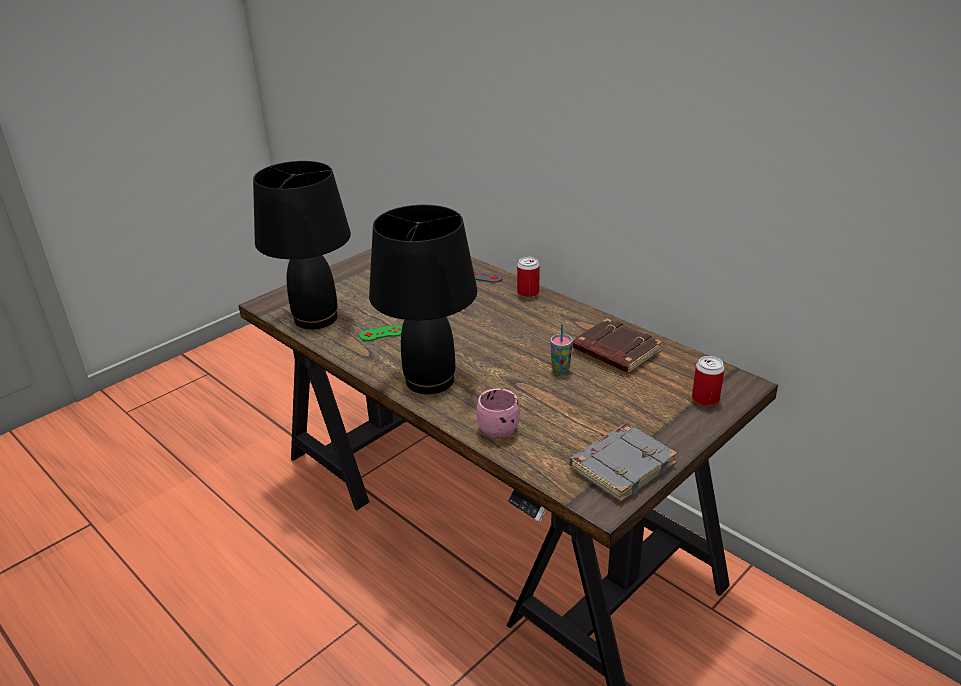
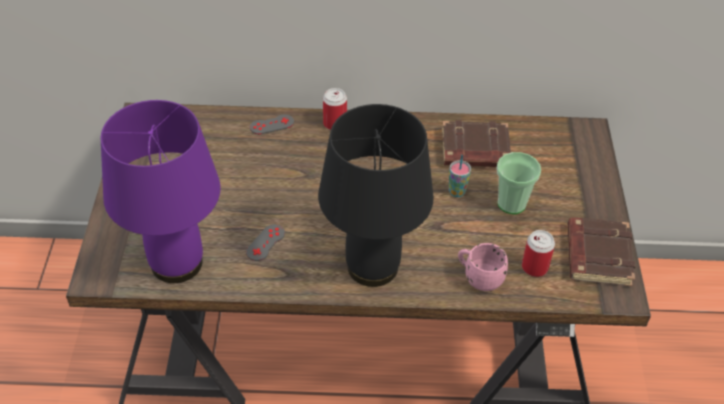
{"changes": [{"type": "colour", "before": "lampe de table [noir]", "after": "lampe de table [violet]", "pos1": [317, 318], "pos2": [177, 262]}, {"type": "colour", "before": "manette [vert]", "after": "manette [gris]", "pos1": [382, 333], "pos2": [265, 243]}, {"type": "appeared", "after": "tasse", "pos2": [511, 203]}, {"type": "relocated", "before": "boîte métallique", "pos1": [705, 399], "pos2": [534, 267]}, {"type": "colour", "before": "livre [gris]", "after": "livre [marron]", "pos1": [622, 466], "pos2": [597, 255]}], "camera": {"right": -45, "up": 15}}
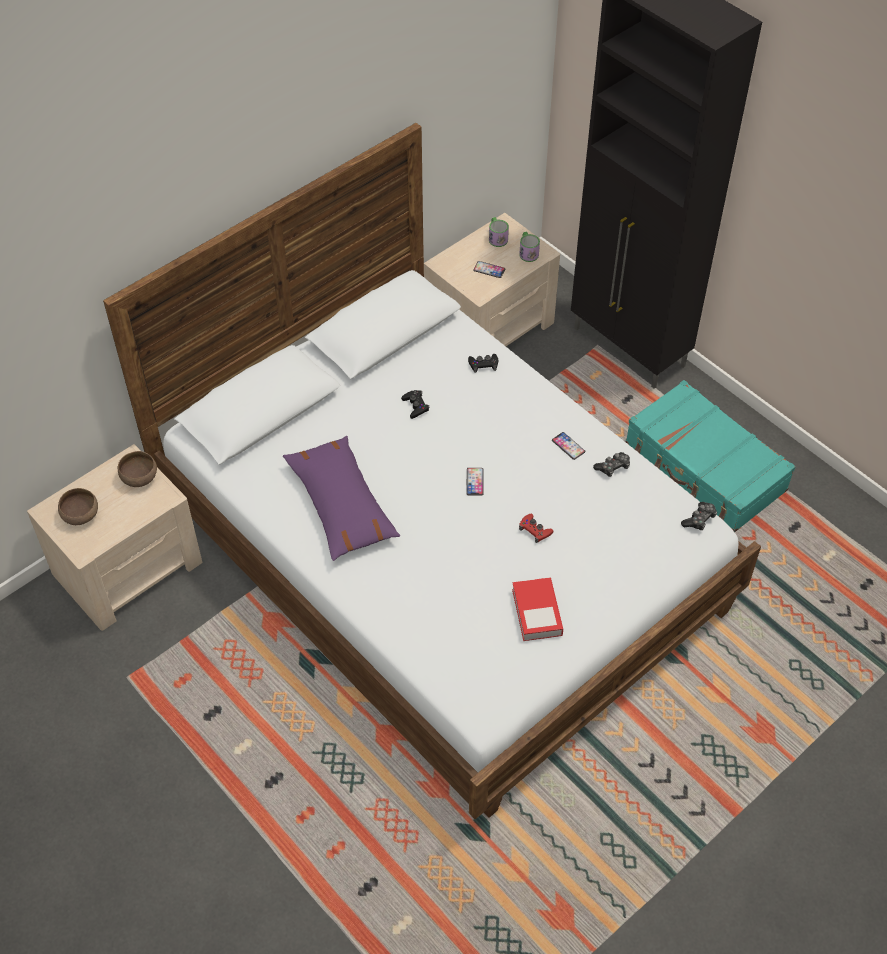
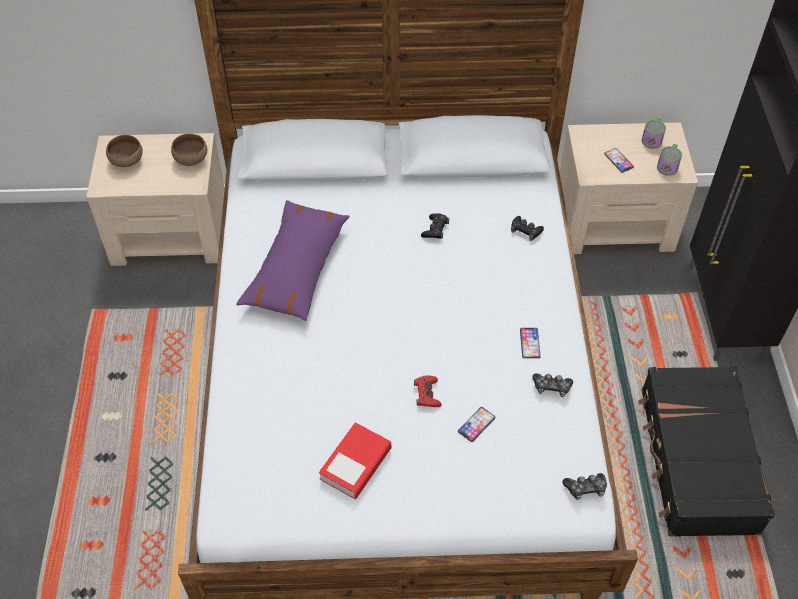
{"changes": [{"type": "relocated", "before": "téléphone", "pos1": [474, 482], "pos2": [476, 424]}, {"type": "colour", "before": "valise [turquoise]", "after": "valise [noir]", "pos1": [704, 468], "pos2": [696, 460]}], "camera": {"right": 40, "up": 0}}
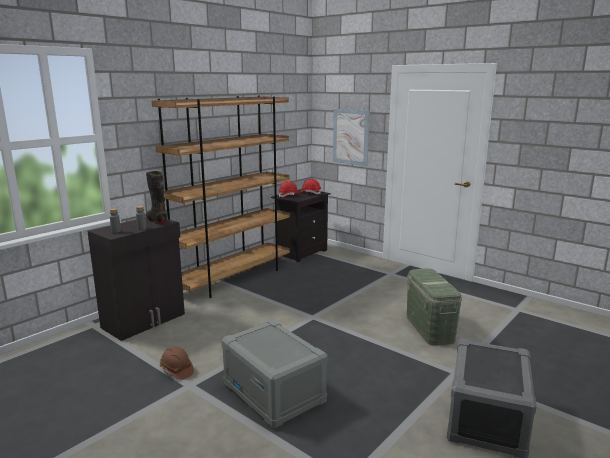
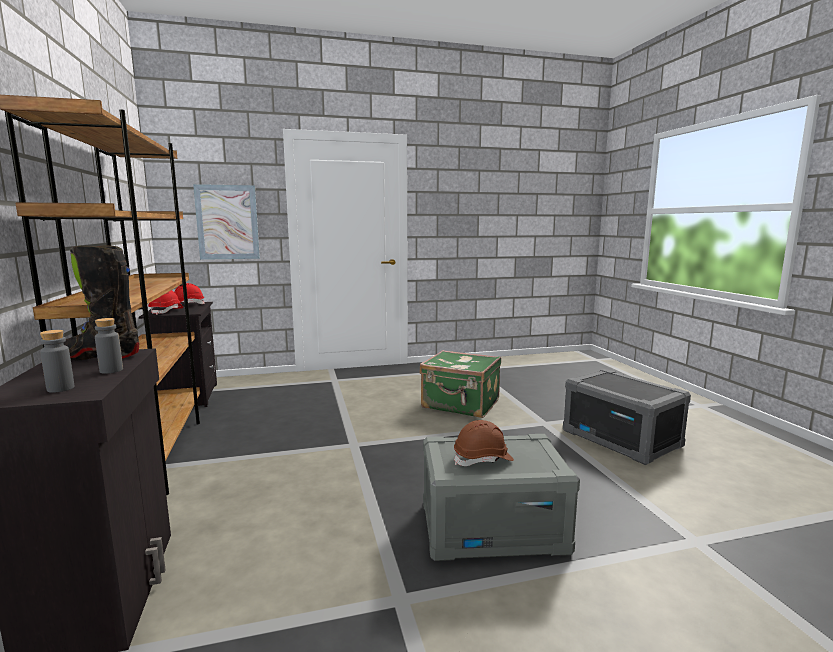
{"changes": [{"type": "exchanged", "before": "boîte de rangement [vert]", "after": "valise [vert]", "pos1": [430, 328], "pos2": [460, 405]}, {"type": "relocated", "before": "casque de chantier [marron]", "pos1": [176, 371], "pos2": [483, 459]}], "camera": {"right": -55, "up": -5}}
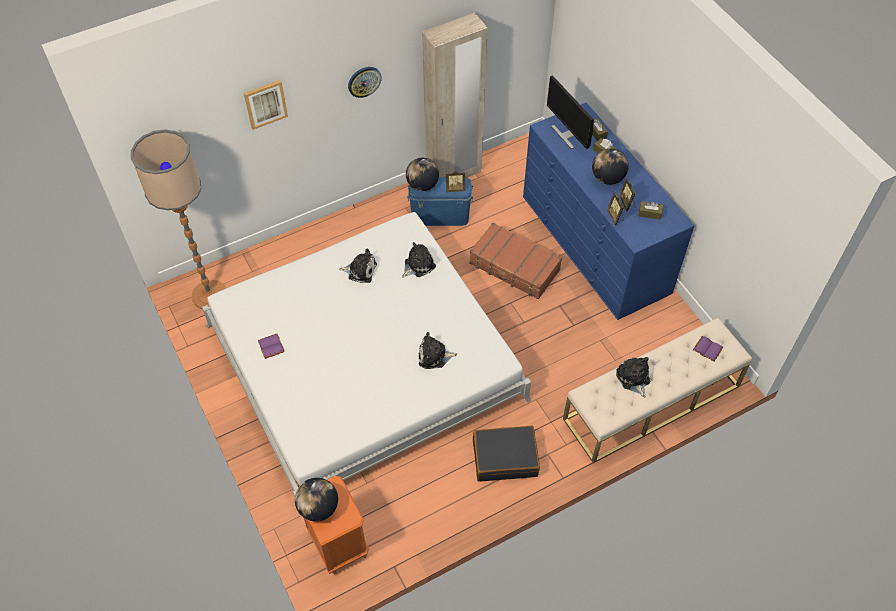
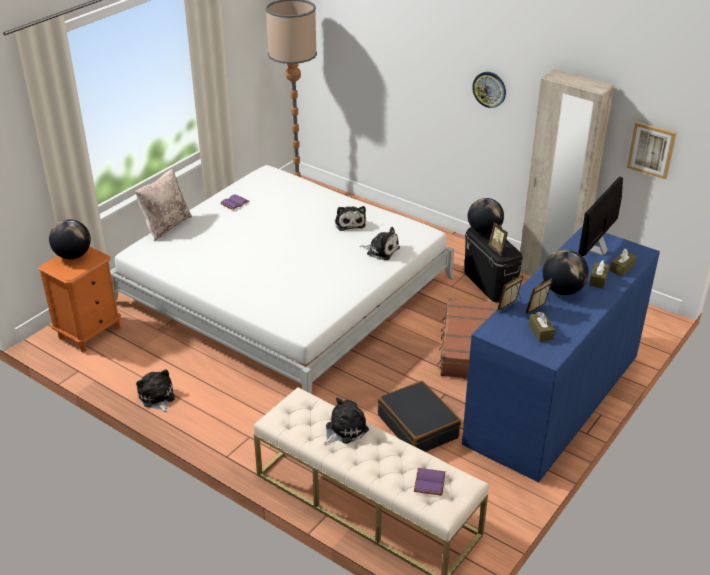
{"changes": [{"type": "appeared", "after": "coussin [beige]", "pos2": [166, 226]}, {"type": "relocated", "before": "peluche", "pos1": [434, 356], "pos2": [157, 398]}, {"type": "relocated", "before": "valise [noir]", "pos1": [505, 458], "pos2": [418, 426]}, {"type": "colour", "before": "boîte de rangement [bleu]", "after": "boîte de rangement [noir]", "pos1": [440, 215], "pos2": [490, 283]}, {"type": "relocated", "before": "tableau", "pos1": [265, 104], "pos2": [651, 149]}], "camera": {"right": 65, "up": -20}}
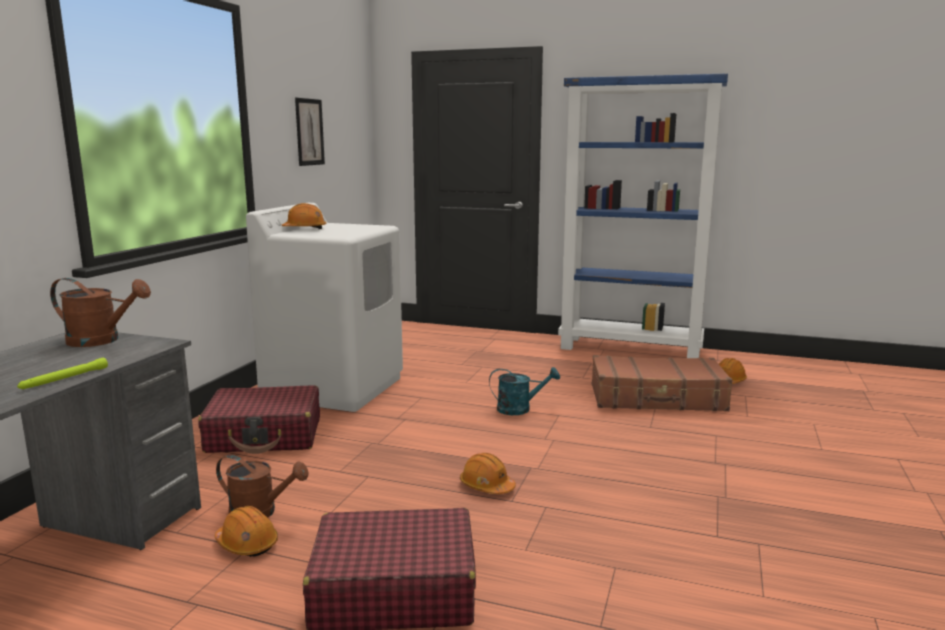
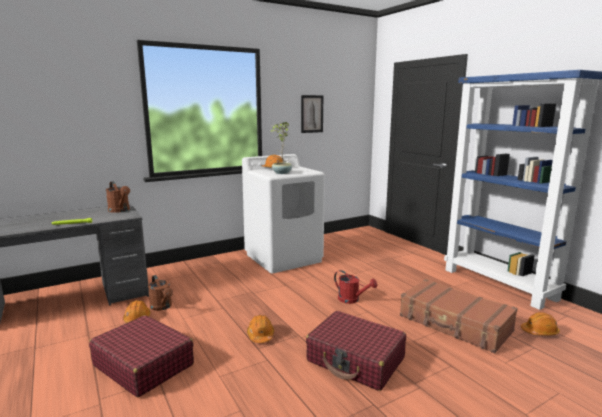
{"changes": [{"type": "appeared", "after": "plante en pot", "pos2": [281, 173]}, {"type": "relocated", "before": "valise [rouge]", "pos1": [265, 435], "pos2": [355, 360]}, {"type": "colour", "before": "arrosoir [turquoise]", "after": "arrosoir [rouge]", "pos1": [520, 409], "pos2": [352, 300]}], "camera": {"right": 40, "up": 0}}
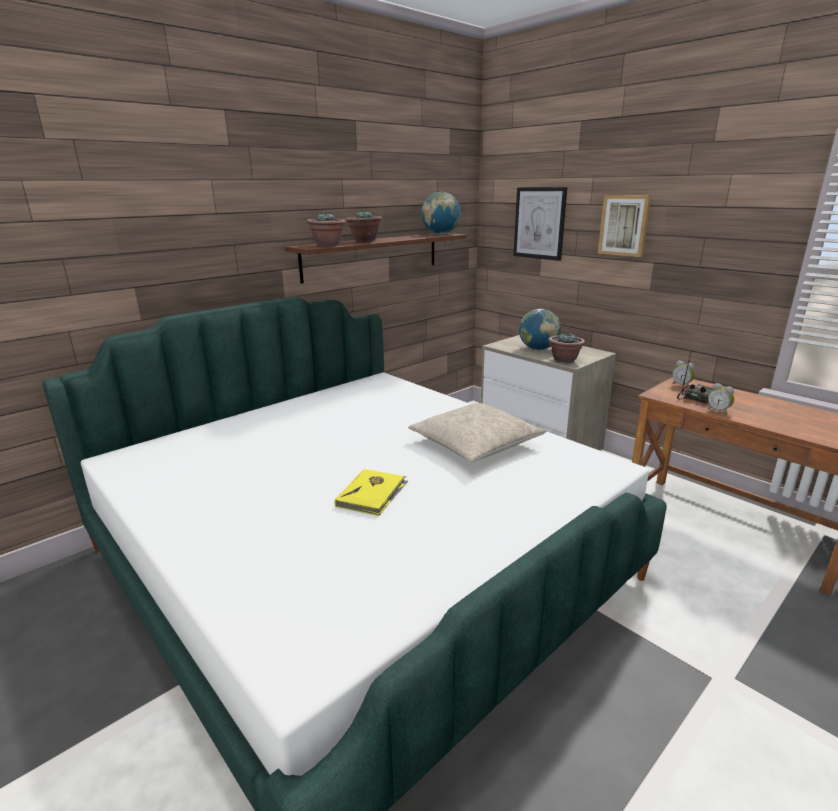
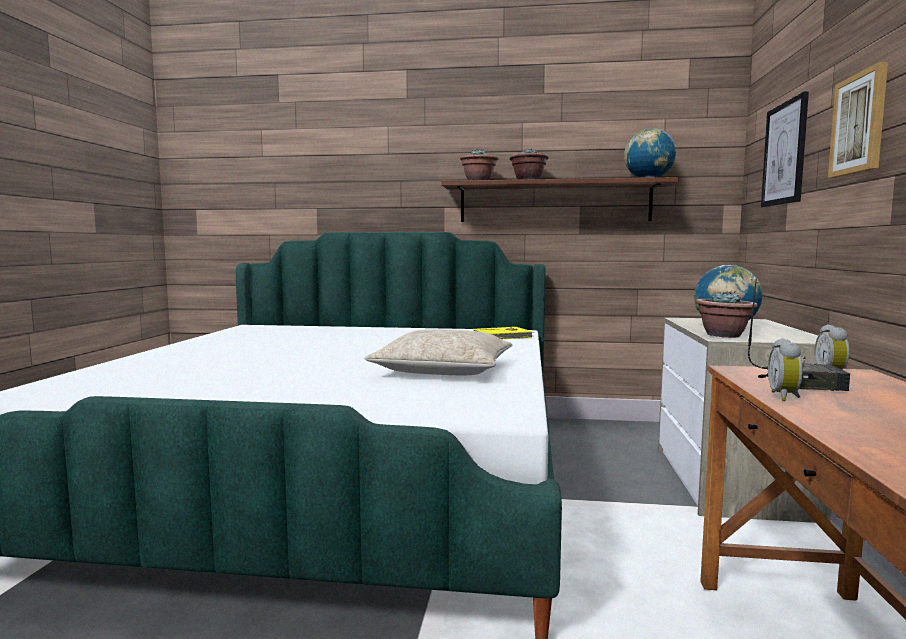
{"changes": [{"type": "relocated", "before": "livre [jaune]", "pos1": [372, 494], "pos2": [503, 336]}], "camera": {"right": 50, "up": -15}}
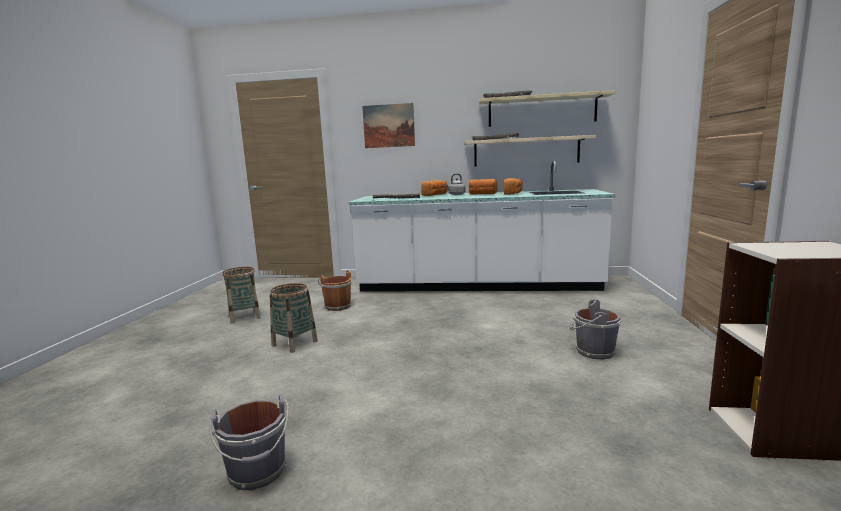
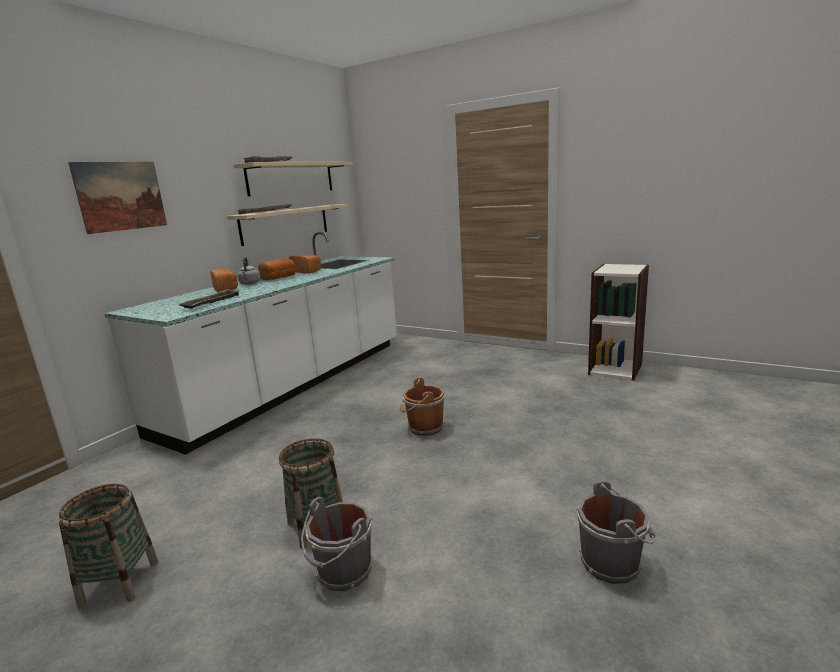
{"changes": [{"type": "relocated", "before": "seau [gris]", "pos1": [593, 351], "pos2": [343, 573]}, {"type": "relocated", "before": "seau [marron]", "pos1": [337, 306], "pos2": [424, 428]}], "camera": {"right": -65, "up": 5}}
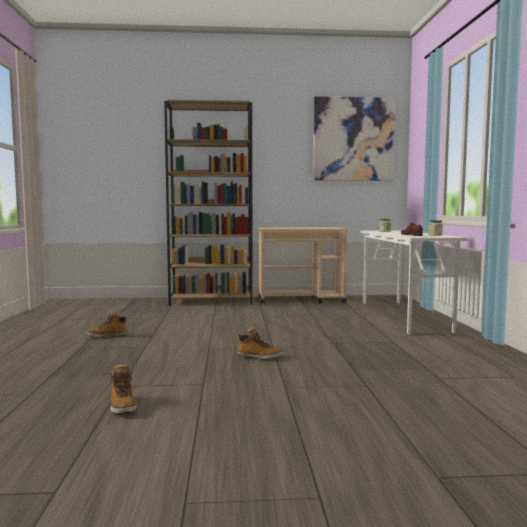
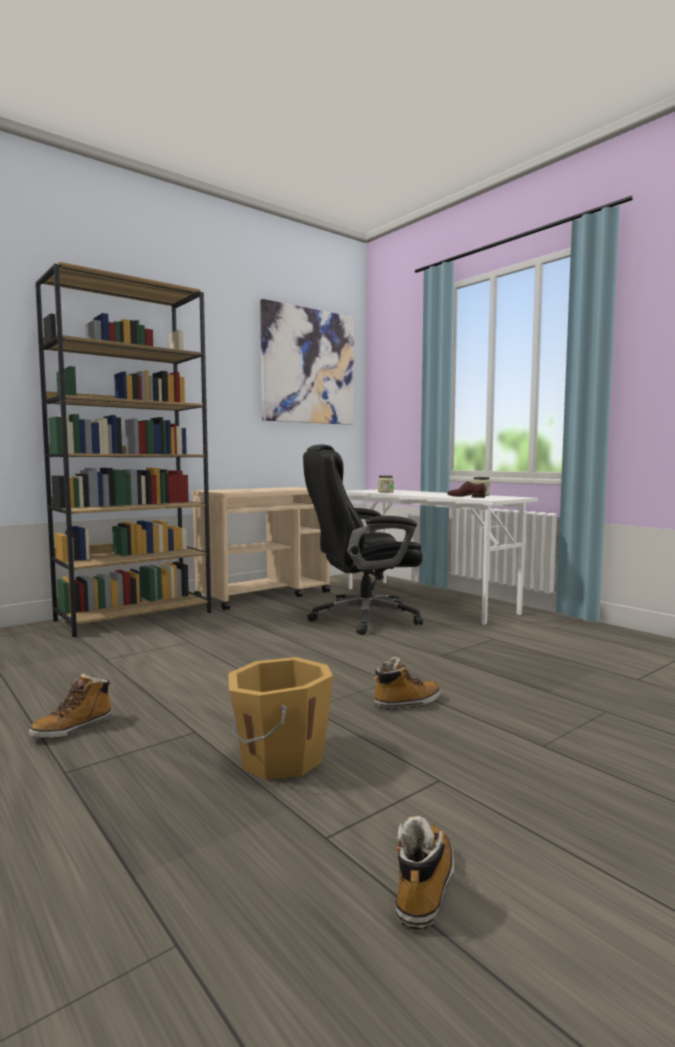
{"changes": [{"type": "appeared", "after": "seau [orange]", "pos2": [278, 758]}, {"type": "appeared", "after": "chaise de bureau [noir]", "pos2": [362, 618]}, {"type": "spun", "before": "botte", "pos1": [122, 406], "pos2": [424, 886], "turn": -105}], "camera": {"right": -35, "up": 0}}
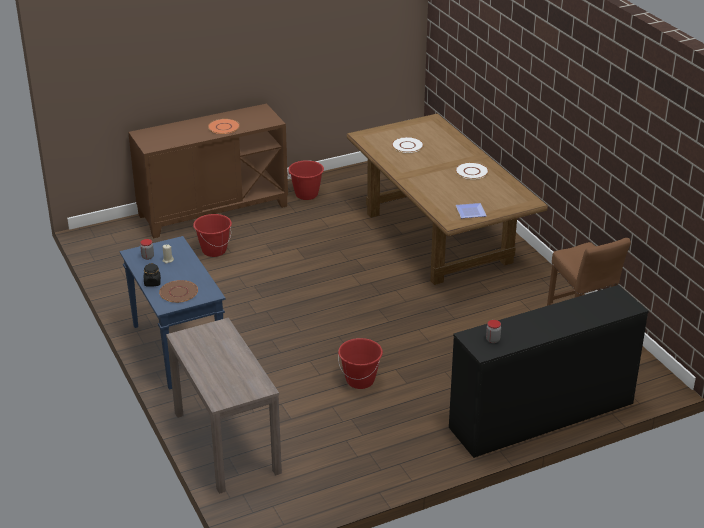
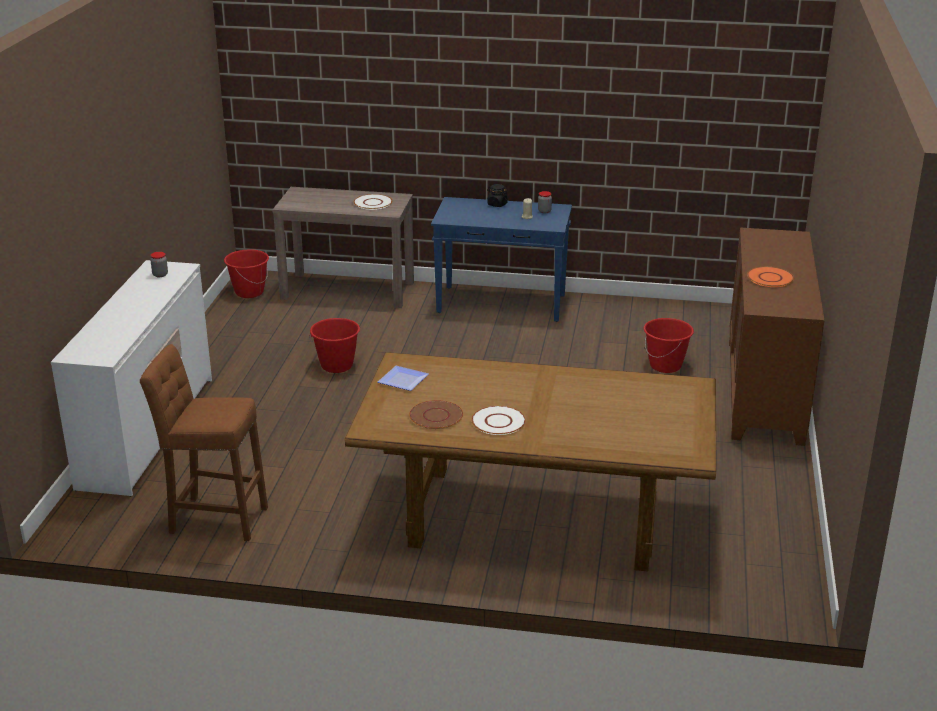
{"changes": [{"type": "colour", "before": "commode [noir]", "after": "commode [blanc]", "pos1": [541, 416], "pos2": [148, 431]}, {"type": "relocated", "before": "seau [rouge]", "pos1": [306, 195], "pos2": [249, 292]}, {"type": "relocated", "before": "assiette [blanc]", "pos1": [407, 145], "pos2": [373, 203]}, {"type": "relocated", "before": "assiette [marron]", "pos1": [179, 292], "pos2": [436, 416]}], "camera": {"right": 125, "up": -5}}
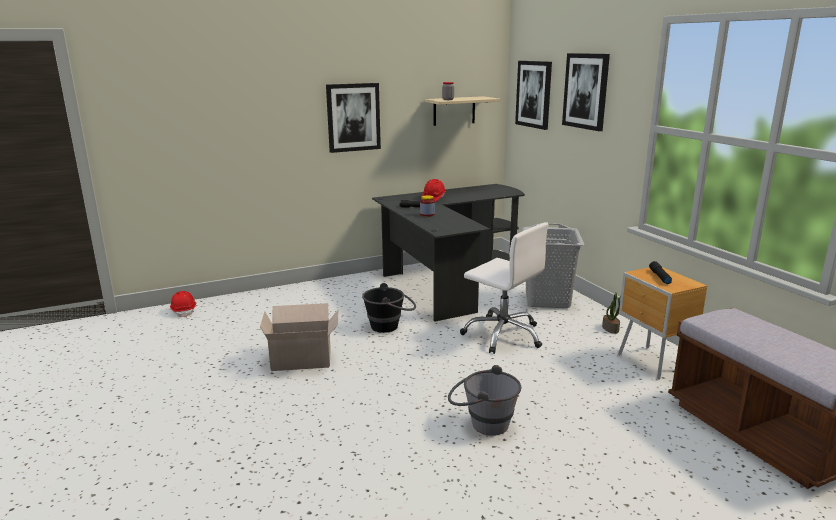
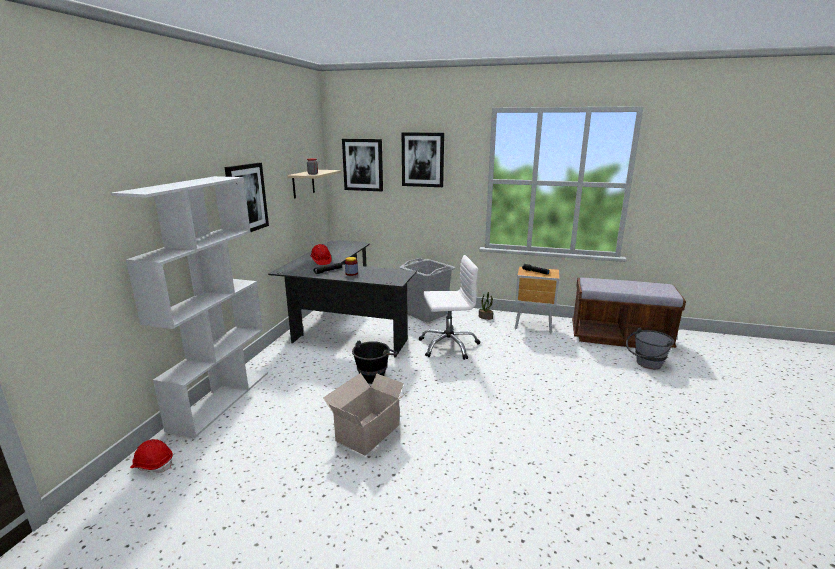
{"changes": [{"type": "appeared", "after": "bibliothèque [blanc]", "pos2": [221, 399]}, {"type": "relocated", "before": "seau [gris]", "pos1": [482, 423], "pos2": [646, 365]}], "camera": {"right": -50, "up": 0}}
